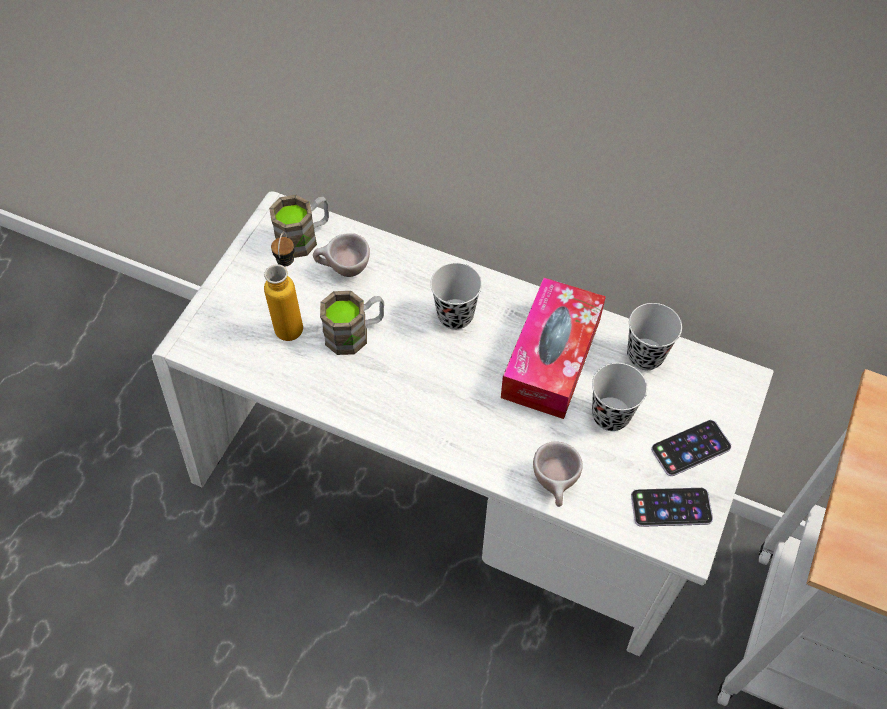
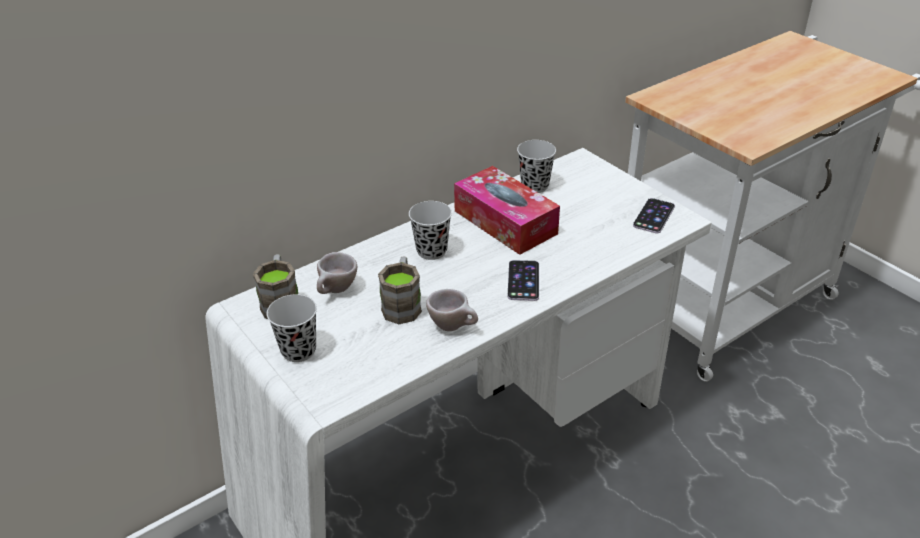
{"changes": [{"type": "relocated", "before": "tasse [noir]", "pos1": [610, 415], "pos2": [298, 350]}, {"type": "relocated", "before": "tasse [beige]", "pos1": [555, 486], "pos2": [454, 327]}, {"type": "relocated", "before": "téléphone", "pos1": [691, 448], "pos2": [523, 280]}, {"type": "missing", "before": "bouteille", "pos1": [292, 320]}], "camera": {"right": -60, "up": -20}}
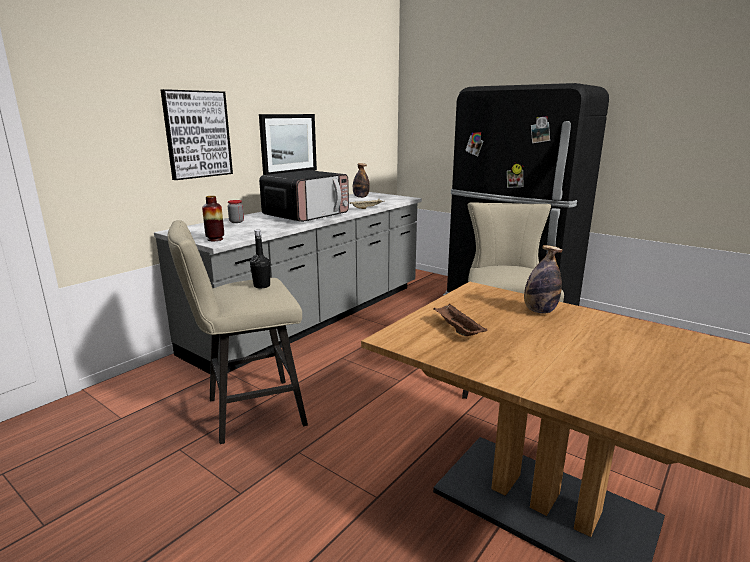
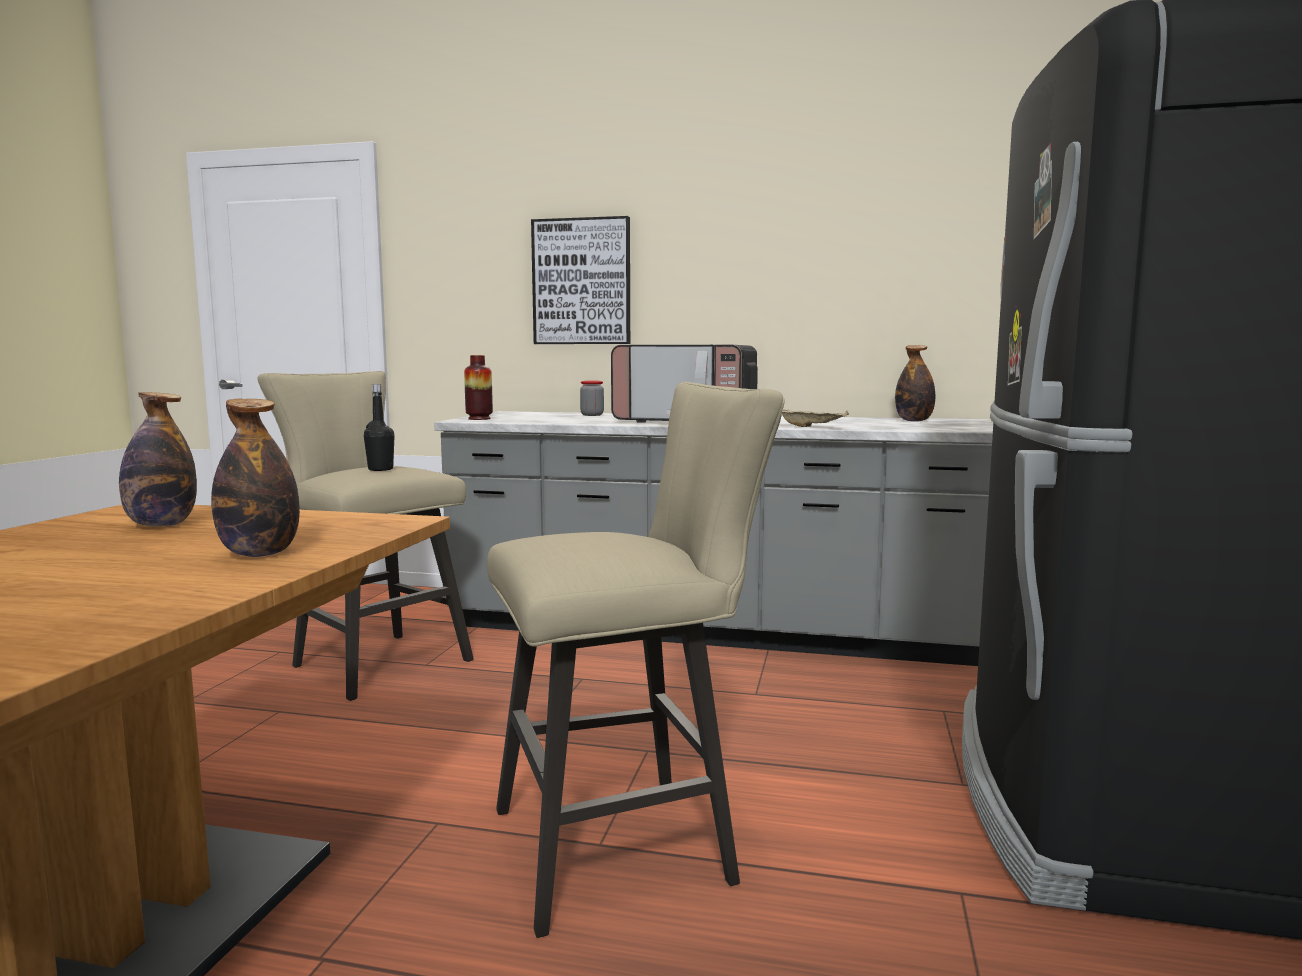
{"changes": [{"type": "exchanged", "before": "plateau [marron]", "after": "bouteille", "pos1": [457, 330], "pos2": [161, 525]}, {"type": "missing", "before": "tableau", "pos1": [288, 144]}], "camera": {"right": 65, "up": -10}}
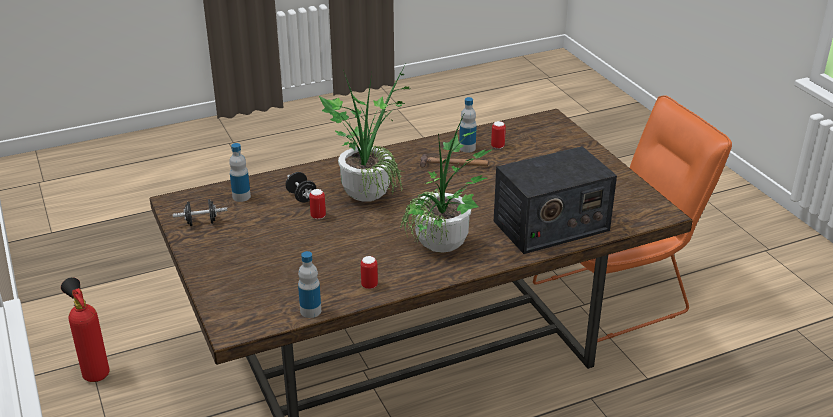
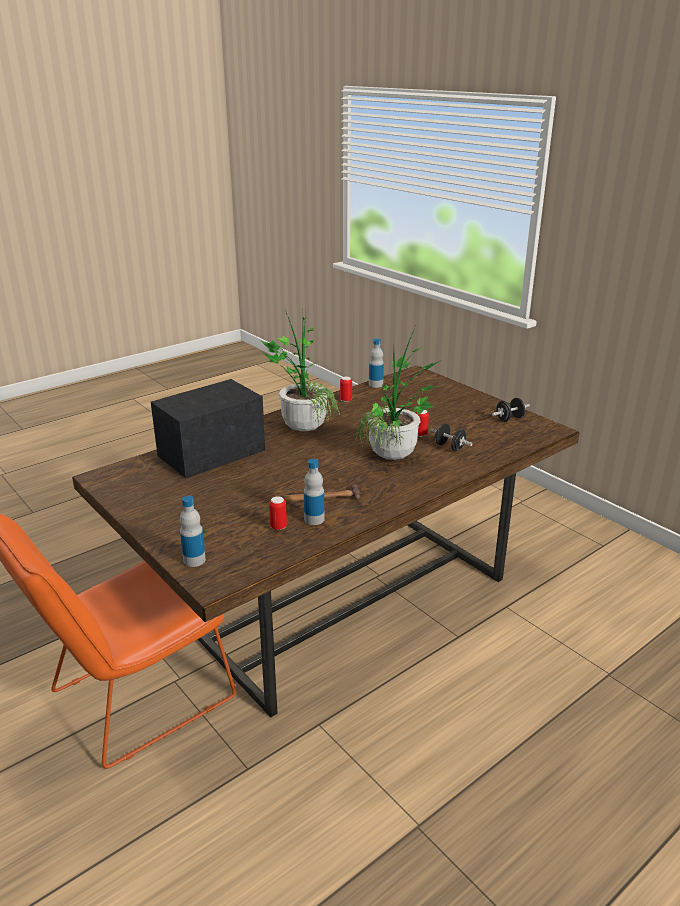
{"changes": [{"type": "relocated", "before": "bouteille", "pos1": [241, 196], "pos2": [194, 560]}, {"type": "missing", "before": "extincteur", "pos1": [94, 372]}], "camera": {"right": 165, "up": -5}}
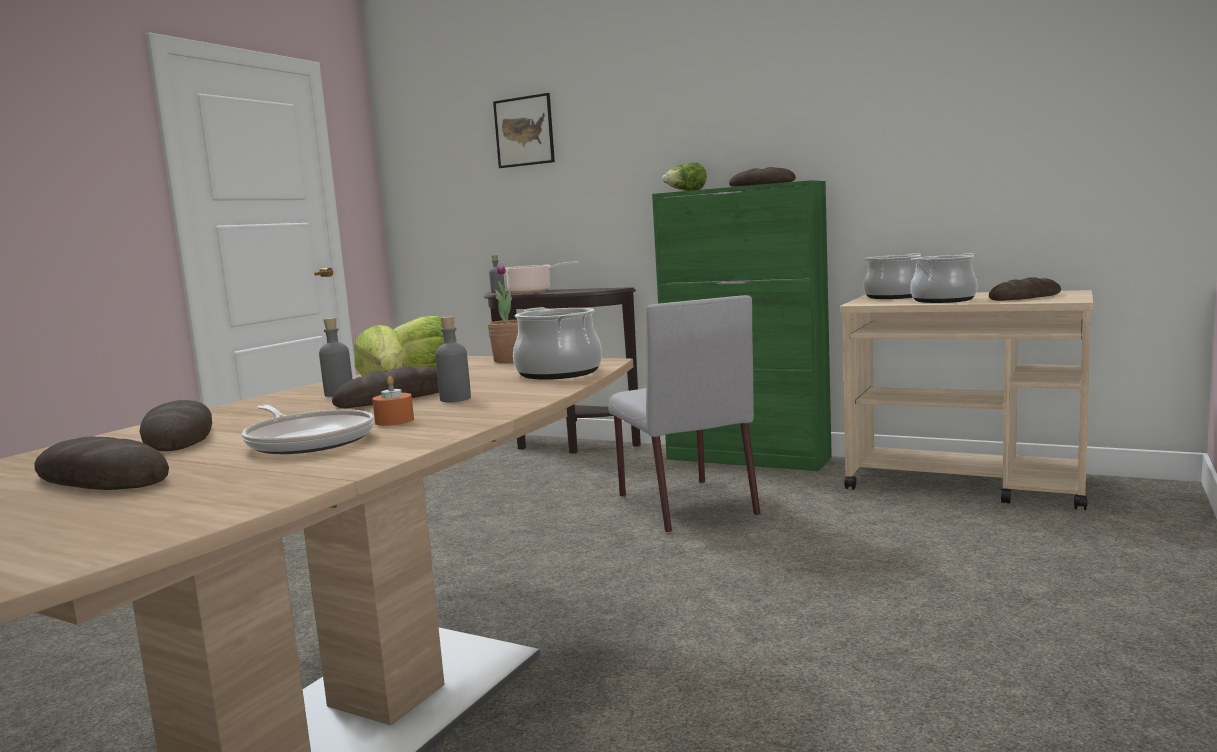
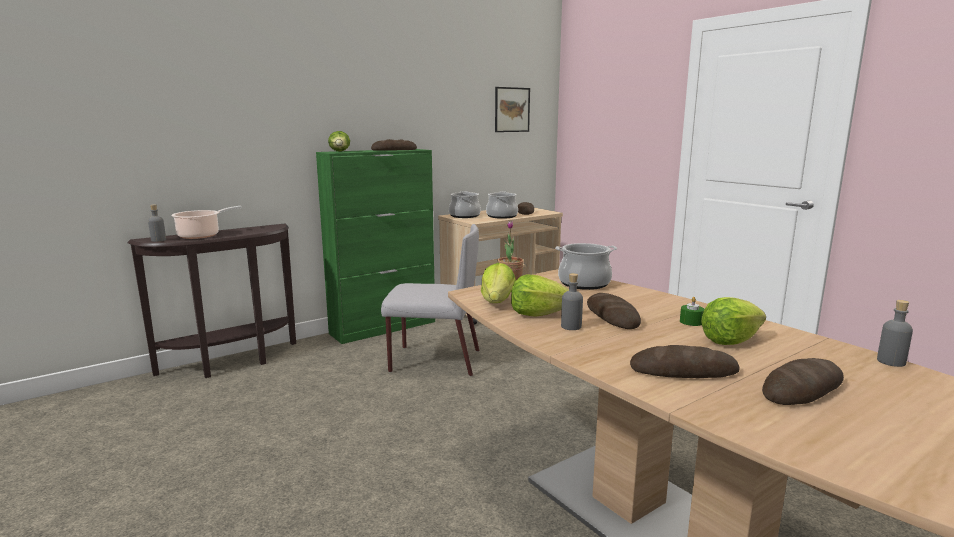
{"changes": [{"type": "relocated", "before": "tableau", "pos1": [524, 131], "pos2": [512, 109]}, {"type": "colour", "before": "bougie [orange]", "after": "bougie [vert]", "pos1": [394, 421], "pos2": [691, 322]}, {"type": "exchanged", "before": "poêle", "after": "laitue", "pos1": [308, 441], "pos2": [730, 340]}, {"type": "relocated", "before": "bouteille [gris]", "pos1": [455, 399], "pos2": [891, 361]}], "camera": {"right": -65, "up": 5}}
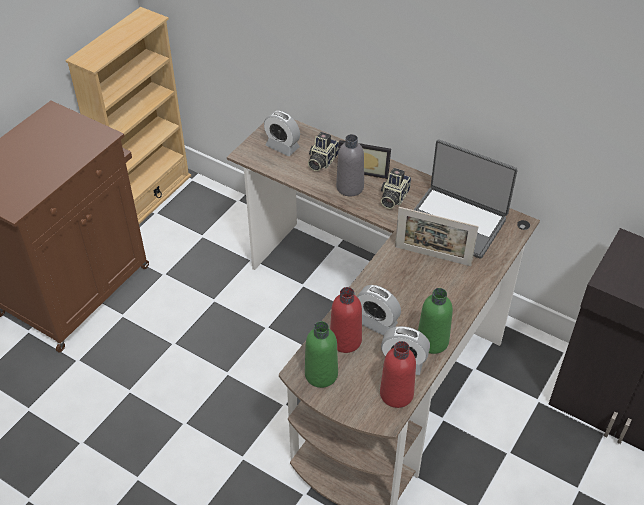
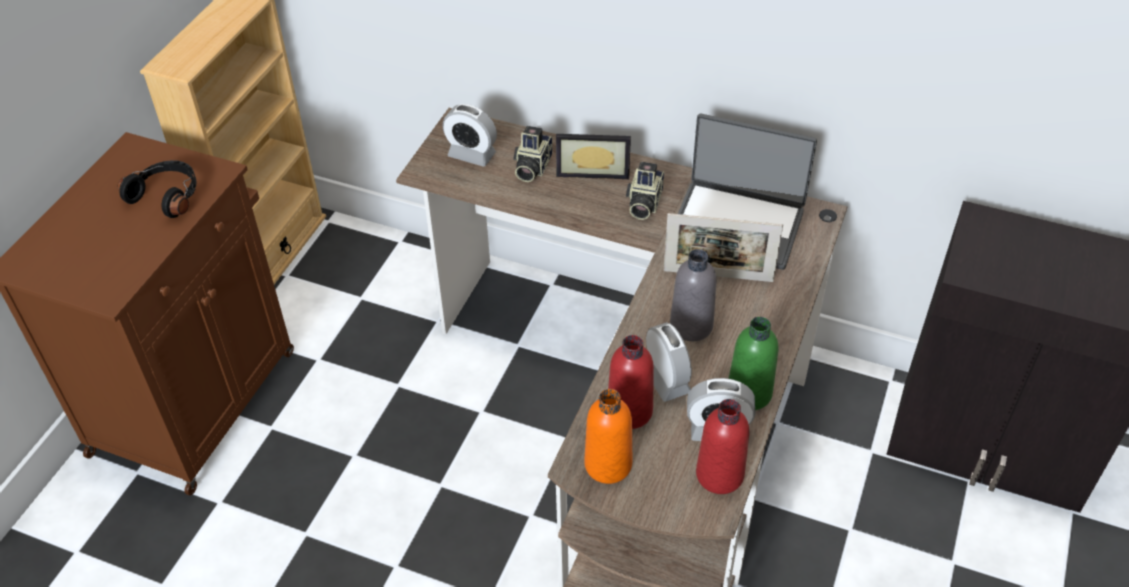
{"changes": [{"type": "appeared", "after": "casque audio [noir]", "pos2": [167, 196]}, {"type": "colour", "before": "bouteille [vert]", "after": "bouteille [orange]", "pos1": [321, 374], "pos2": [608, 464]}, {"type": "spun", "before": "réveil", "pos1": [376, 323], "pos2": [666, 380], "turn": -135}, {"type": "relocated", "before": "bouteille [gris]", "pos1": [350, 187], "pos2": [691, 326]}], "camera": {"right": -10, "up": 0}}
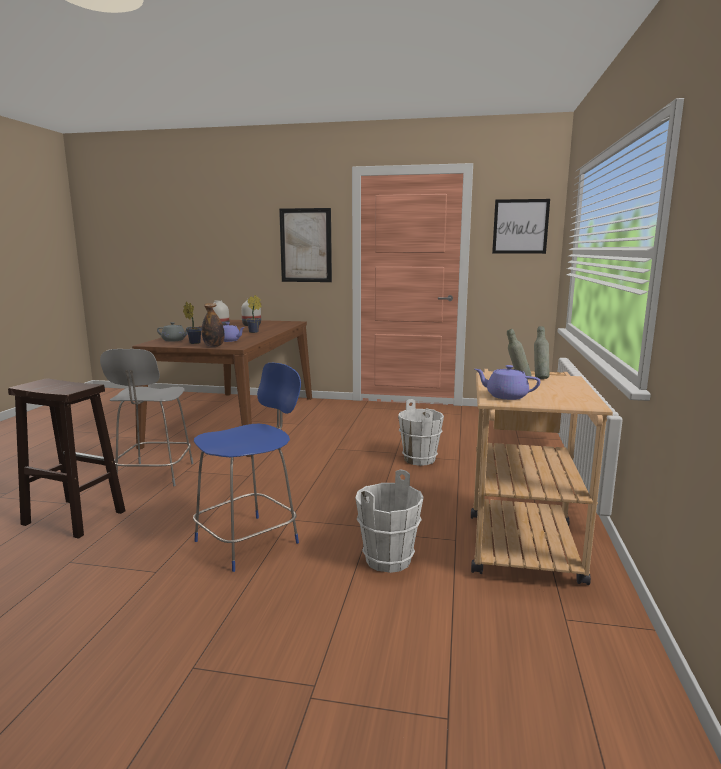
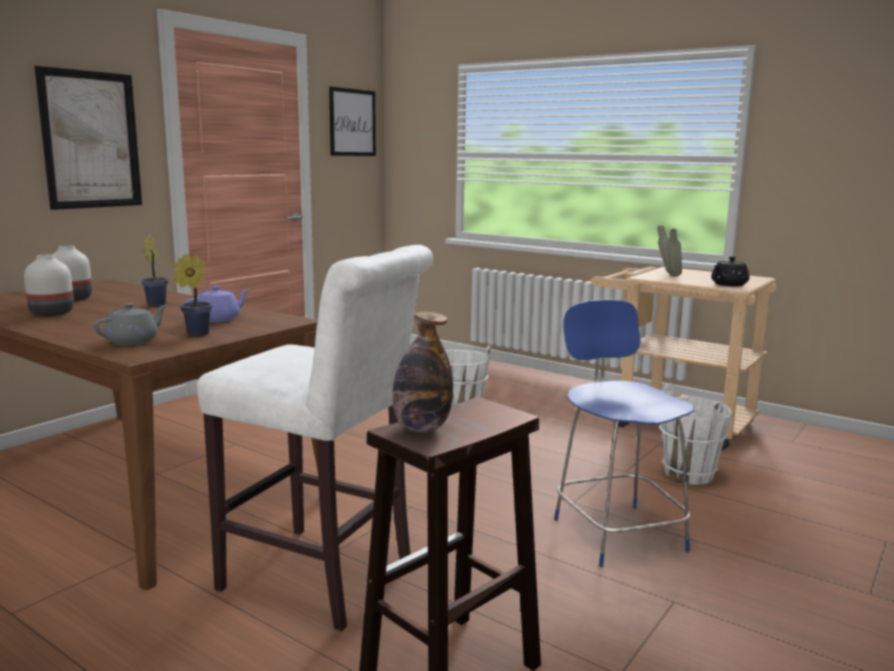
{"changes": [{"type": "exchanged", "before": "chaise [gris]", "after": "tabouret [blanc]", "pos1": [154, 475], "pos2": [325, 579]}, {"type": "relocated", "before": "bouteille", "pos1": [214, 346], "pos2": [421, 428]}, {"type": "colour", "before": "théière [violet]", "after": "théière [noir]", "pos1": [505, 396], "pos2": [728, 285]}], "camera": {"right": -65, "up": 0}}
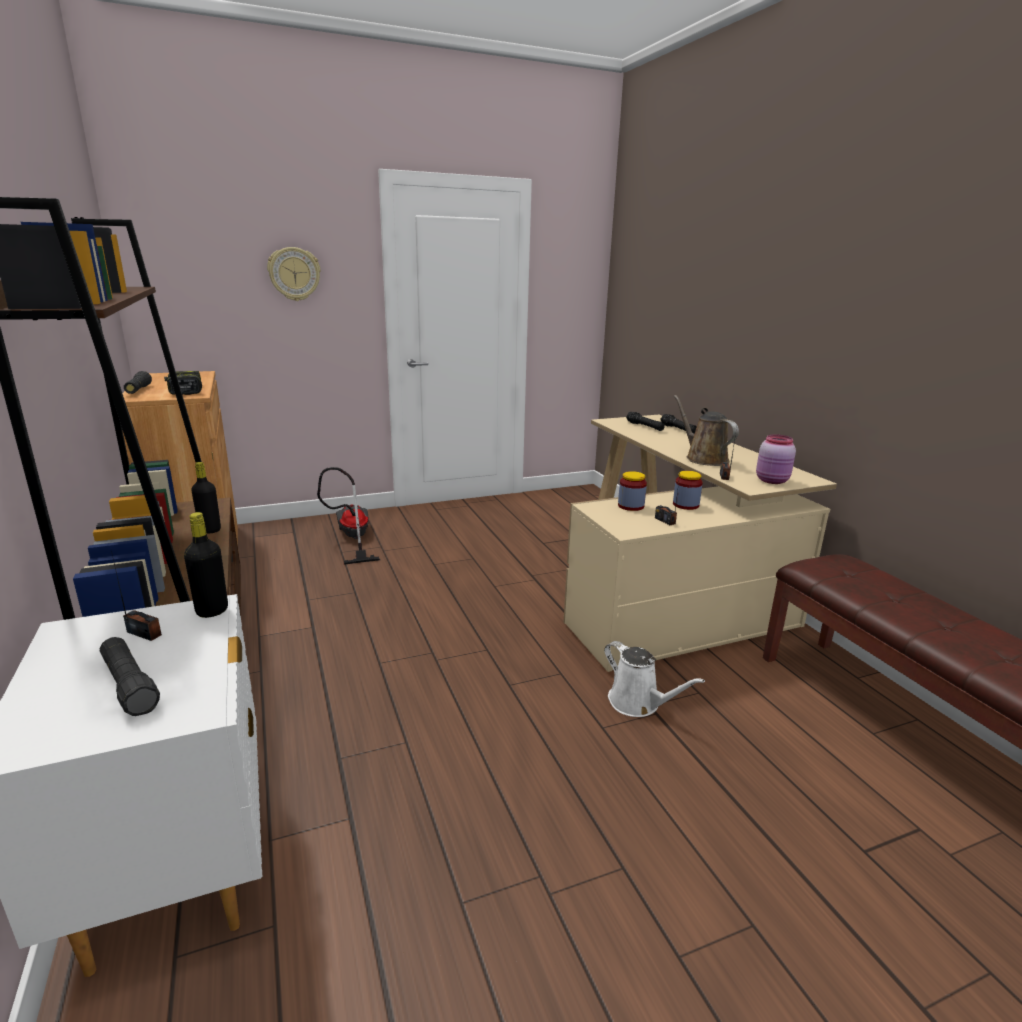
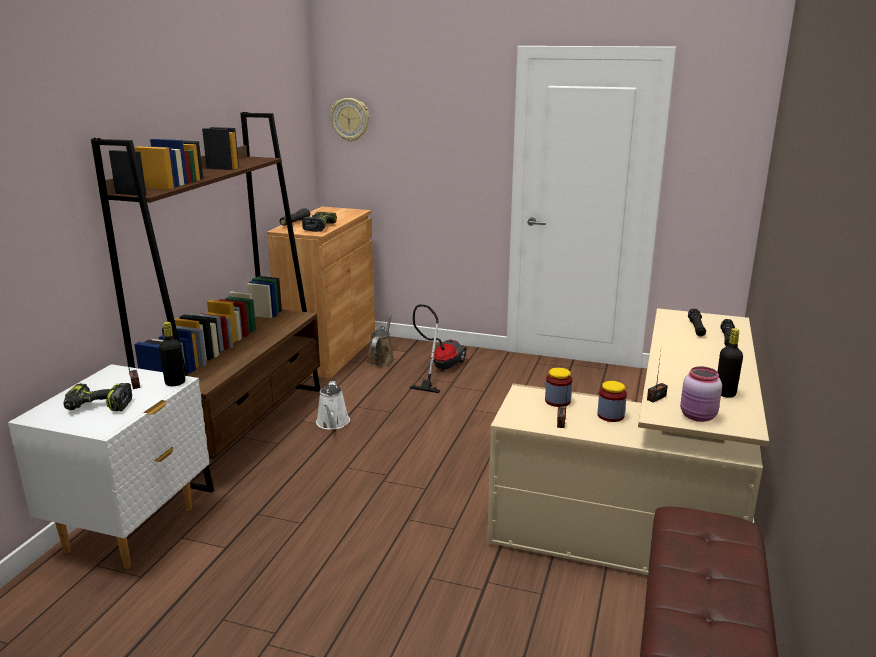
{"changes": [{"type": "exchanged", "before": "lampe de poche [noir]", "after": "perceuse", "pos1": [129, 686], "pos2": [97, 407]}, {"type": "relocated", "before": "arrosoir [blanc]", "pos1": [638, 703], "pos2": [332, 423]}, {"type": "relocated", "before": "horloge murale", "pos1": [294, 274], "pos2": [350, 119]}, {"type": "relocated", "before": "arrosoir [marron]", "pos1": [703, 458], "pos2": [381, 359]}, {"type": "relocated", "before": "bouteille [noir]", "pos1": [210, 530], "pos2": [725, 393]}], "camera": {"right": 40, "up": 0}}
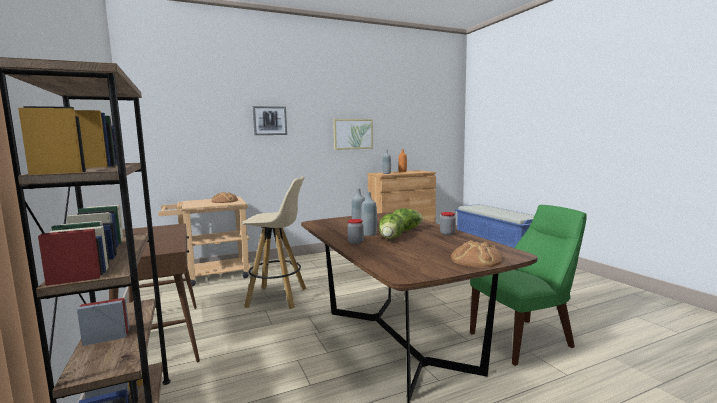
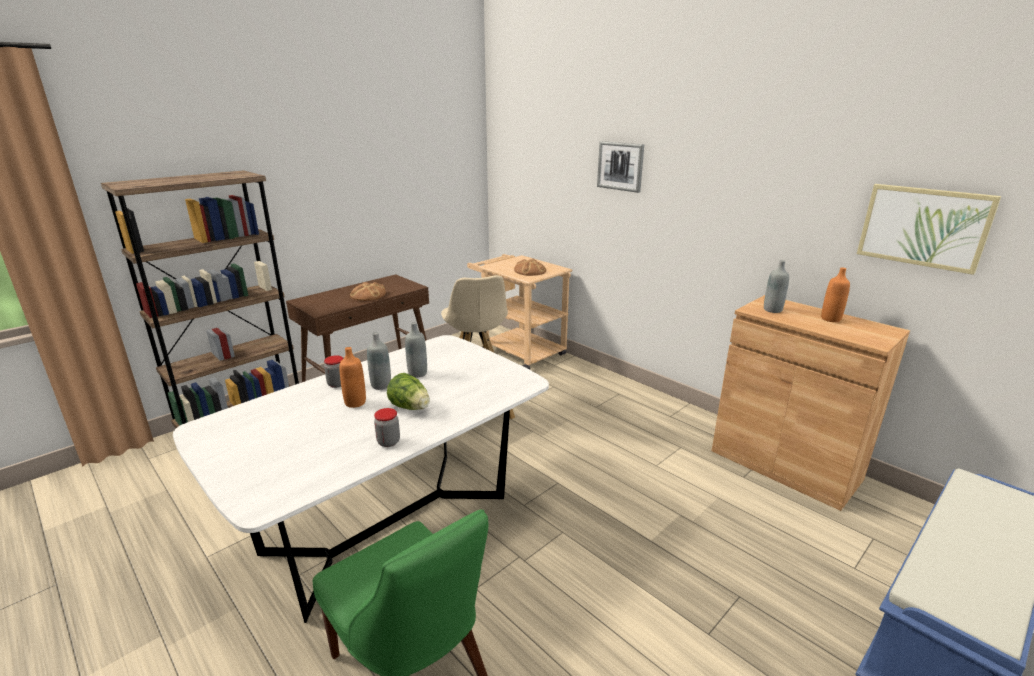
{"changes": [{"type": "colour", "before": "table à manger [marron]", "after": "table à manger [blanc]", "pos1": [397, 340], "pos2": [389, 525]}, {"type": "exchanged", "before": "laitue", "after": "bouteille [orange]", "pos1": [390, 239], "pos2": [355, 402]}, {"type": "relocated", "before": "pain", "pos1": [476, 259], "pos2": [368, 295]}, {"type": "relocated", "before": "tableau", "pos1": [353, 134], "pos2": [923, 227]}], "camera": {"right": 70, "up": 15}}
